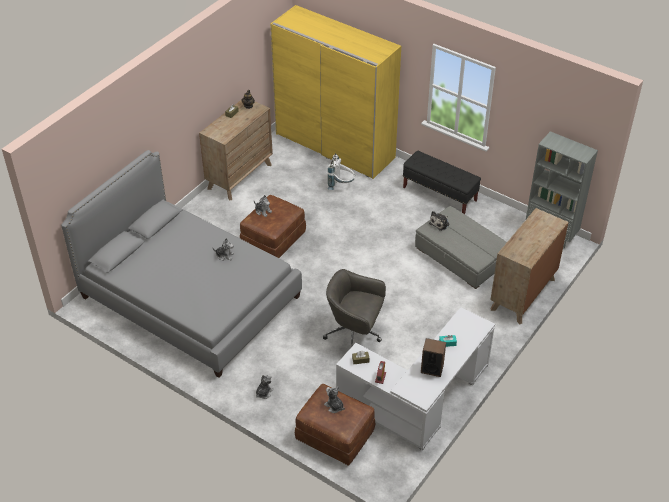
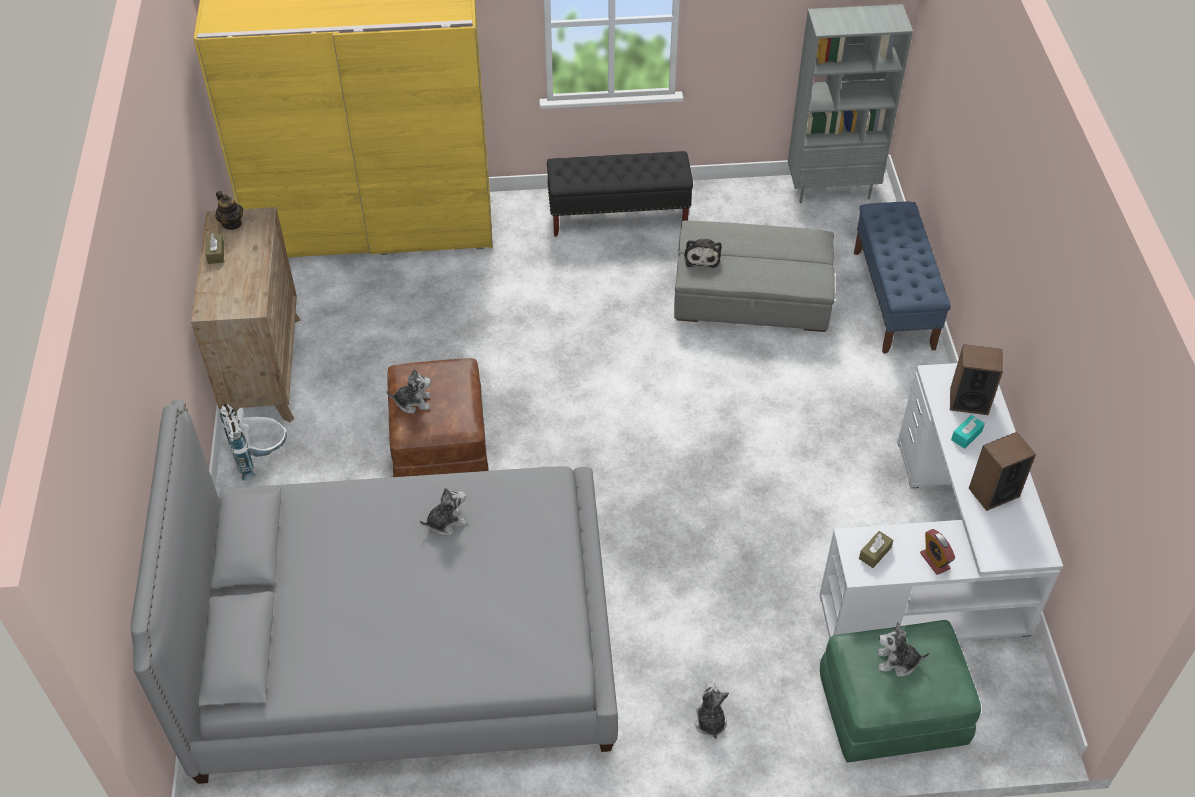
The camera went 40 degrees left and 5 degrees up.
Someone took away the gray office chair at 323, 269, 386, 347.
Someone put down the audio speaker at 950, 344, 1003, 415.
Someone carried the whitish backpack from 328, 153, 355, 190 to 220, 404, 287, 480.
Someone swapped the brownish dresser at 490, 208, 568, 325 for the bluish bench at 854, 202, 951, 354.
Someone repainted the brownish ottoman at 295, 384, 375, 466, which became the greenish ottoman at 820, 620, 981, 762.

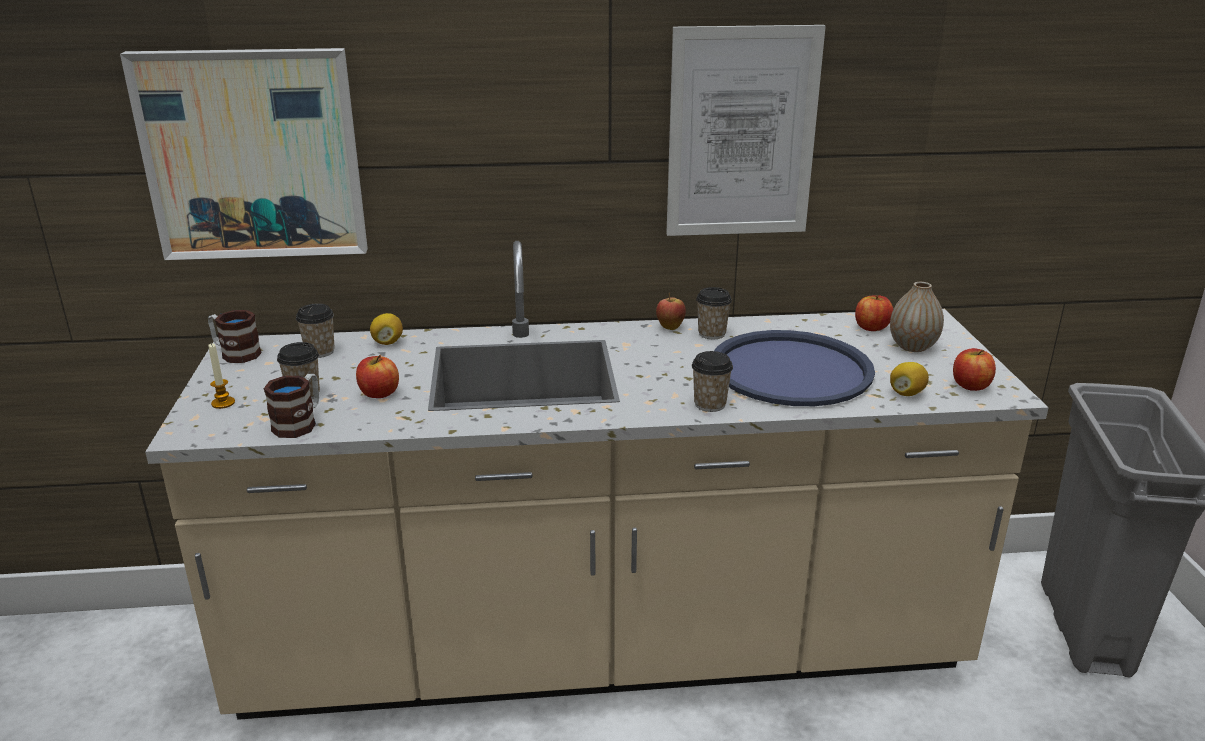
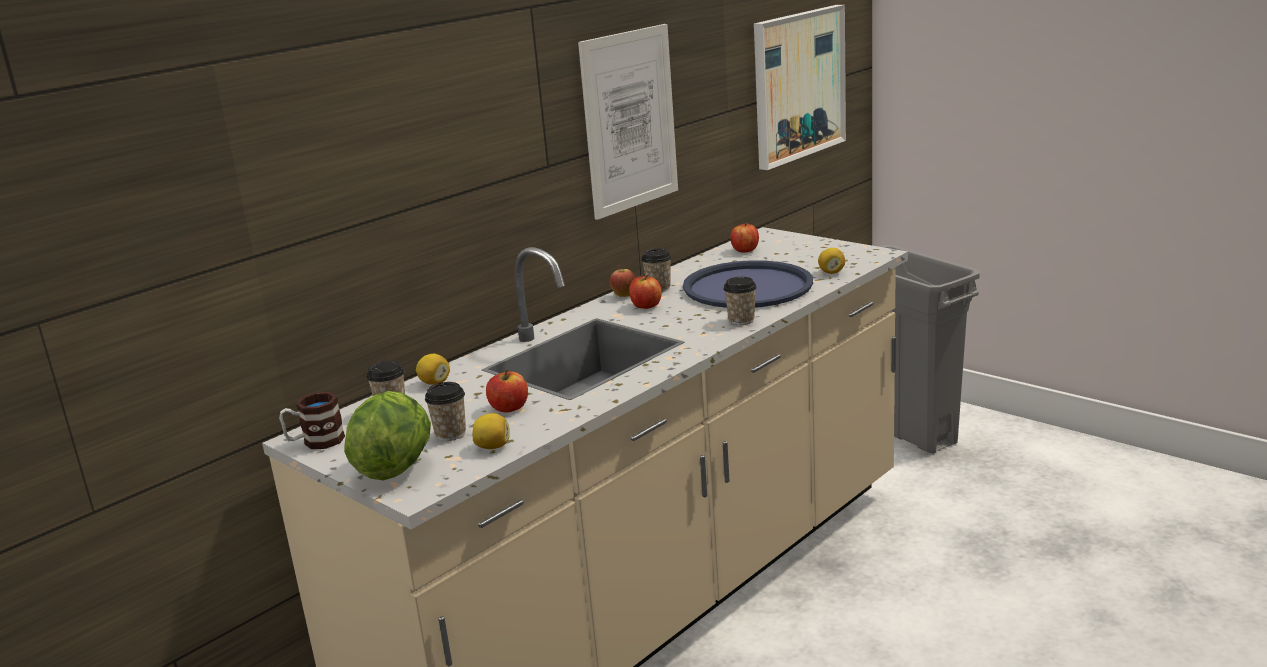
The camera went 40 degrees left and 5 degrees down.
Someone took away the decorative vase at 890, 282, 944, 352.
Someone carried the wall picture from 120, 48, 368, 260 to 754, 5, 846, 170.
Someone carried the apple from 953, 348, 996, 391 to 629, 275, 662, 309.
Someone swapped the wax candle at 208, 343, 235, 409 for the lettuce at 344, 391, 431, 481.
Someone swapped the tea mug at 264, 374, 319, 438 for the whole lemon at 473, 413, 510, 449.

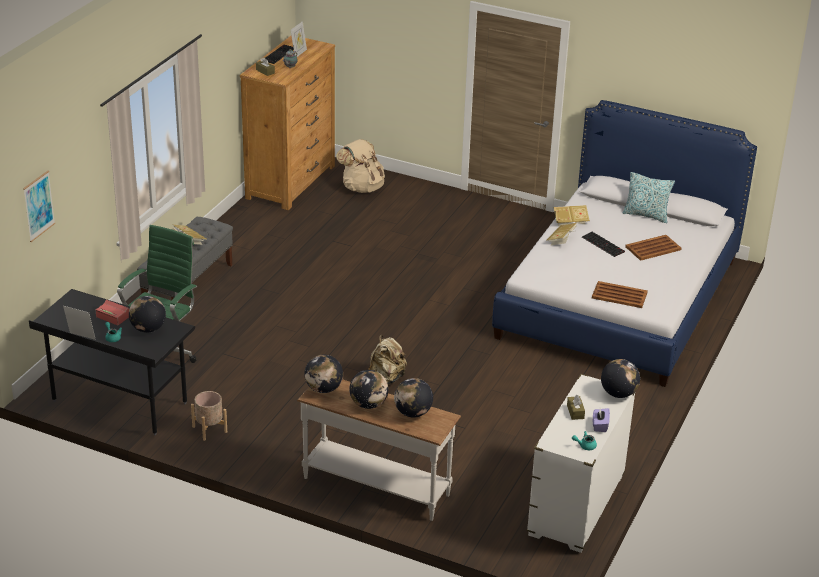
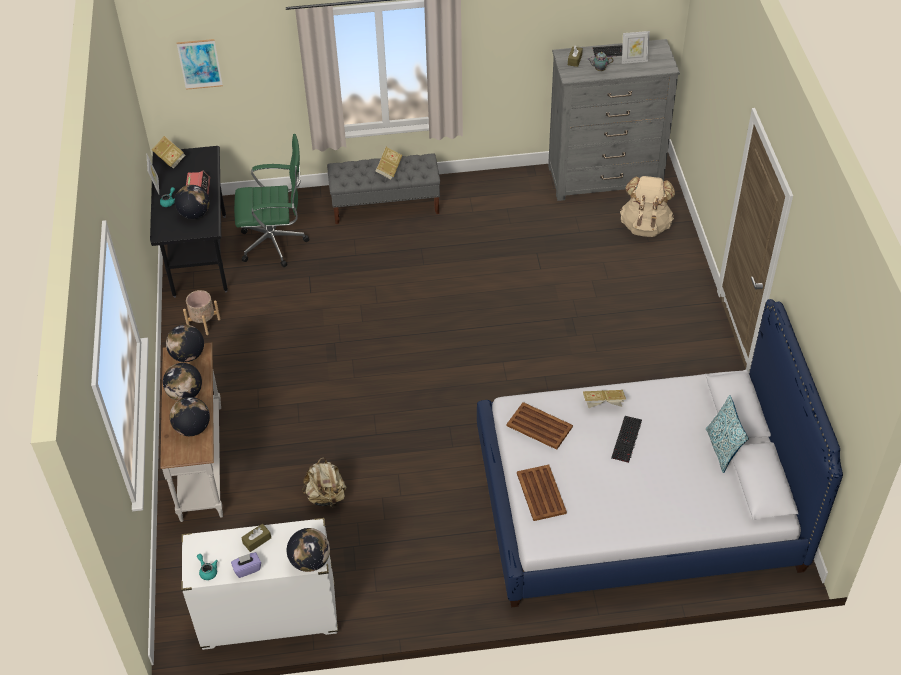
The camera went 60 degrees right and 15 degrees up.
Someone carried the beige backpack from 368, 335, 407, 384 to 302, 457, 347, 508.
Someone carried the bound book from 554, 205, 590, 226 to 152, 136, 185, 169.
Someone carried the brownish tray from 625, 235, 682, 261 to 507, 402, 573, 450.
Someone repainted the brownish dresser at 240, 36, 335, 210, which became the gray dresser at 548, 39, 680, 201.

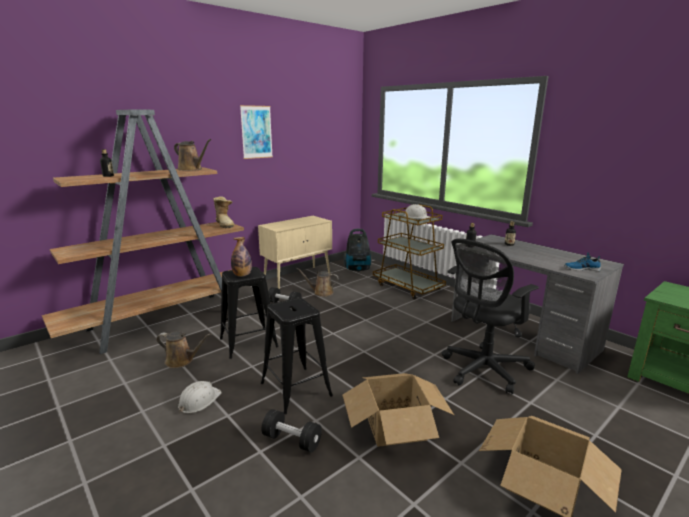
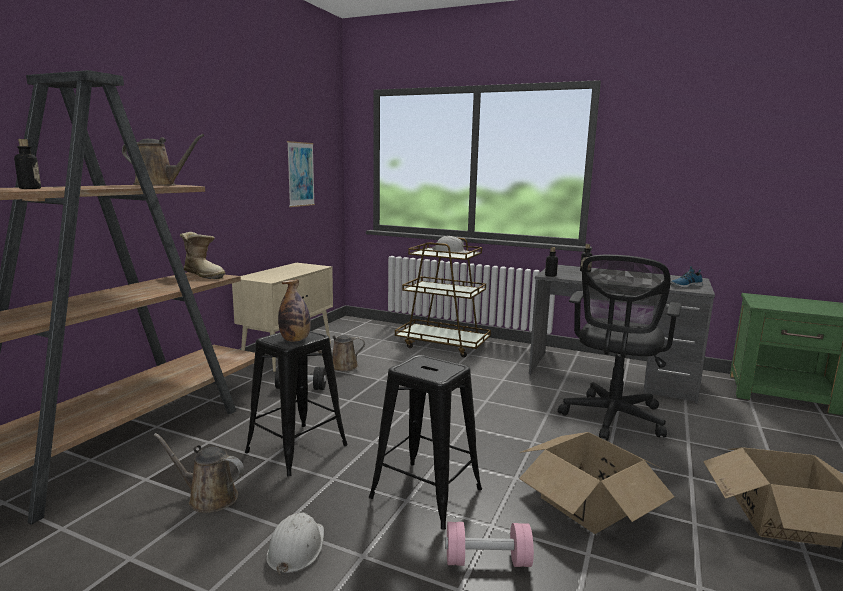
The camera went 25 degrees left and 5 degrees down.
Someone took away the vacuum at 343, 229, 372, 272.
Someone carried the wall picture from 240, 105, 273, 159 to 287, 141, 315, 207.
Someone repainted the black dumbbell at 262, 409, 322, 453, which became the pinkish dumbbell at 445, 522, 534, 567.
Someone rotated the brownish watering pot at 156, 331, 211, 368 by 150 degrees counterclockwise.

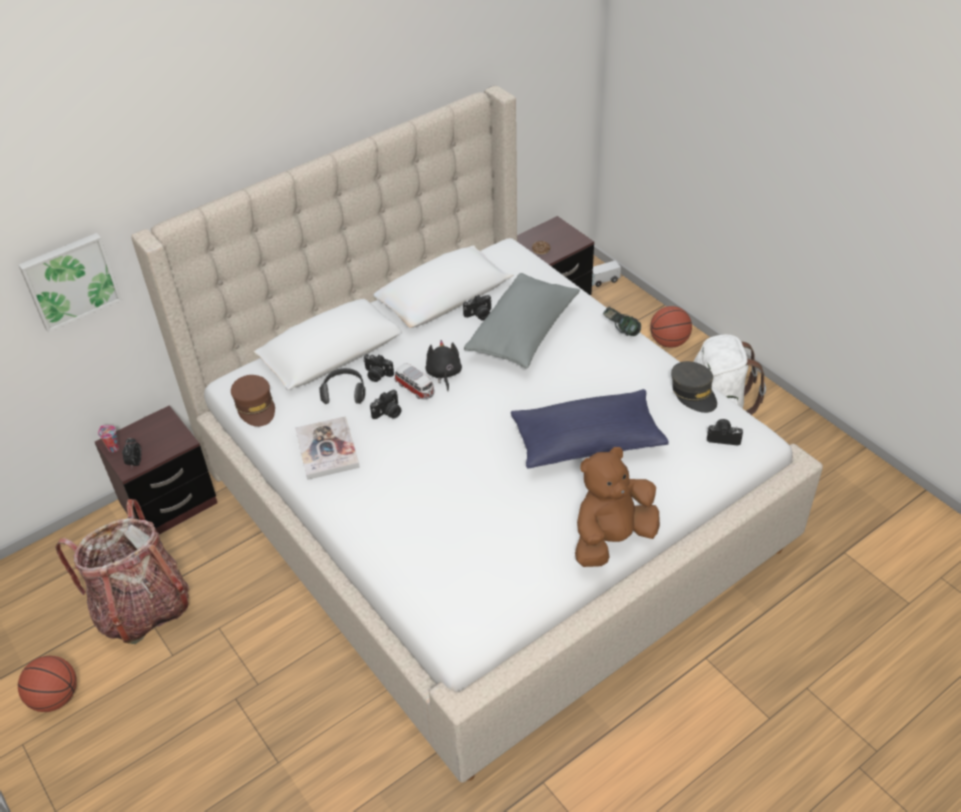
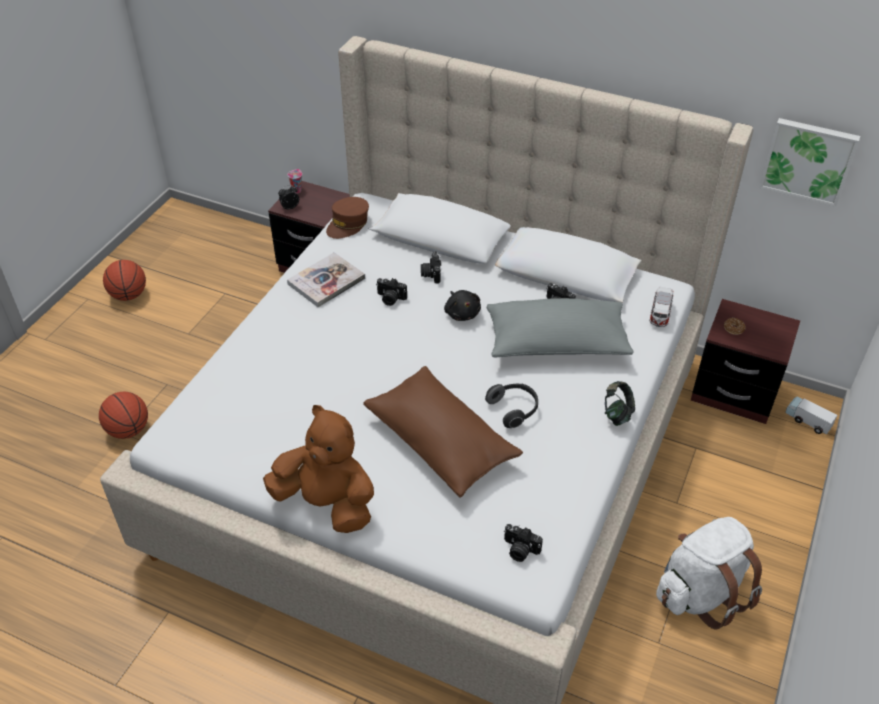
The camera went 60 degrees right and 0 degrees up.
Someone took away the backpack at 55, 499, 189, 644.
Someone took away the gray cap at 671, 361, 717, 413.
Someone carried the wall picture from 19, 233, 122, 333 to 759, 118, 860, 207.
Someone carried the headset from 319, 368, 366, 404 to 485, 384, 538, 428.
Someone carried the model car from 394, 363, 435, 400 to 649, 287, 674, 327.
Someone carried the basketball ball from 650, 306, 692, 348 to 99, 392, 148, 439.
Someone repainted the bluish cushion at 511, 389, 669, 469, which became the brownish cushion at 363, 366, 523, 497.
Someone rotated the black plush toy at 425, 340, 462, 391 by 105 degrees clockwise.
Someone rotated the photo camera at 707, 419, 743, 446 by 135 degrees clockwise.

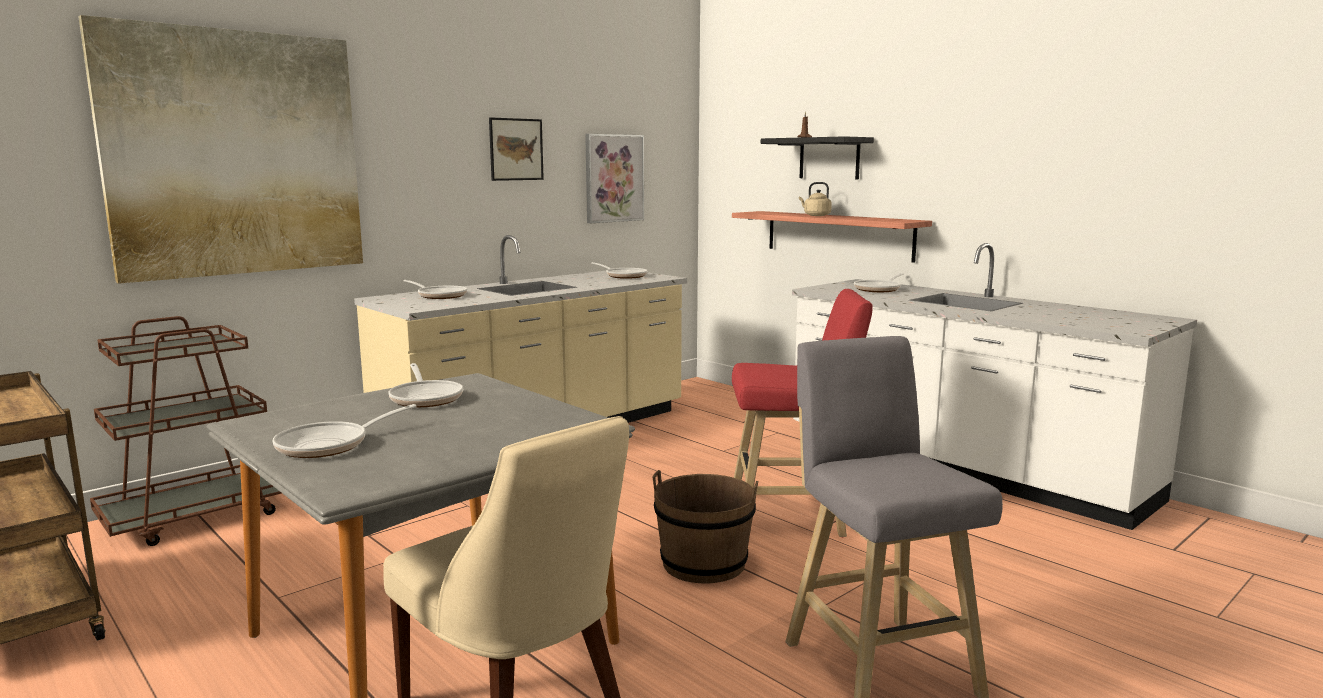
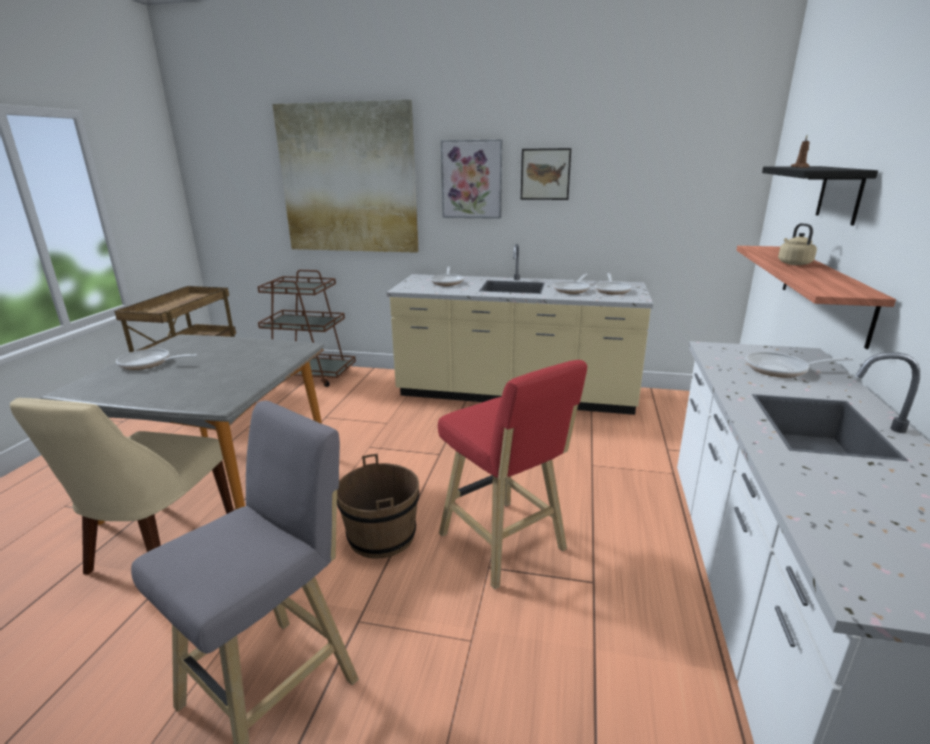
The camera went 55 degrees right and 10 degrees up.
Someone carried the skillet from 389, 363, 463, 407 to 553, 274, 589, 294.
Someone carried the wall picture from 585, 134, 644, 223 to 441, 139, 502, 219.

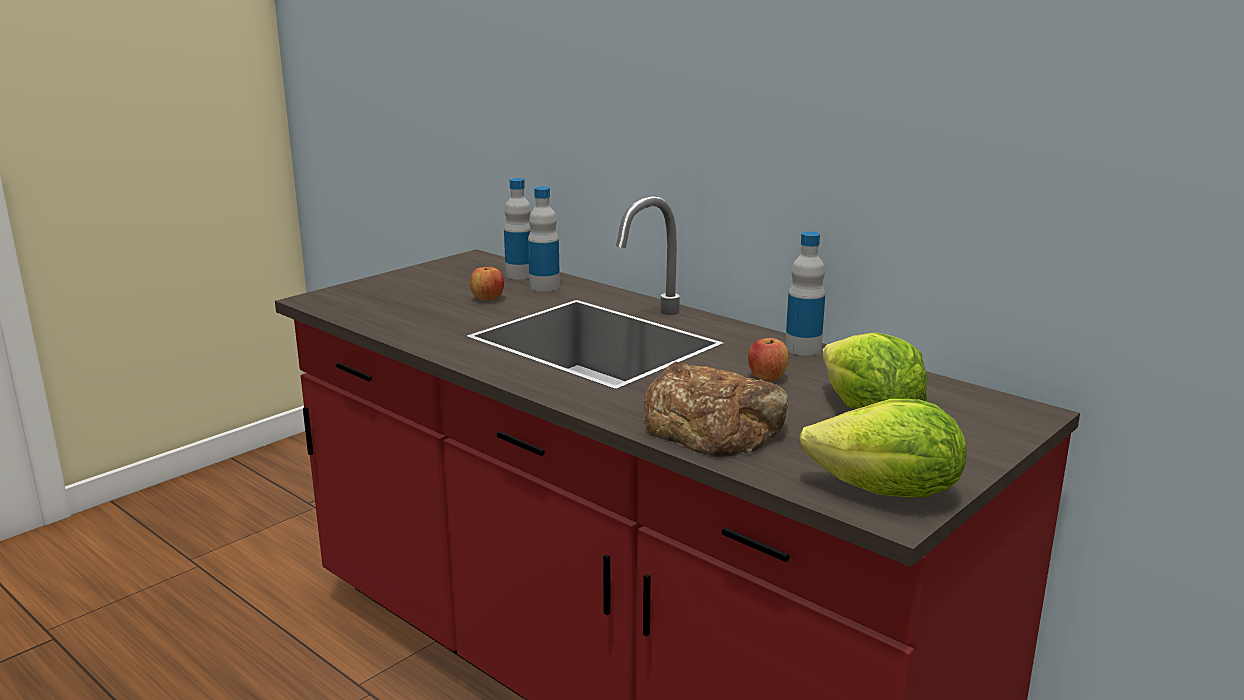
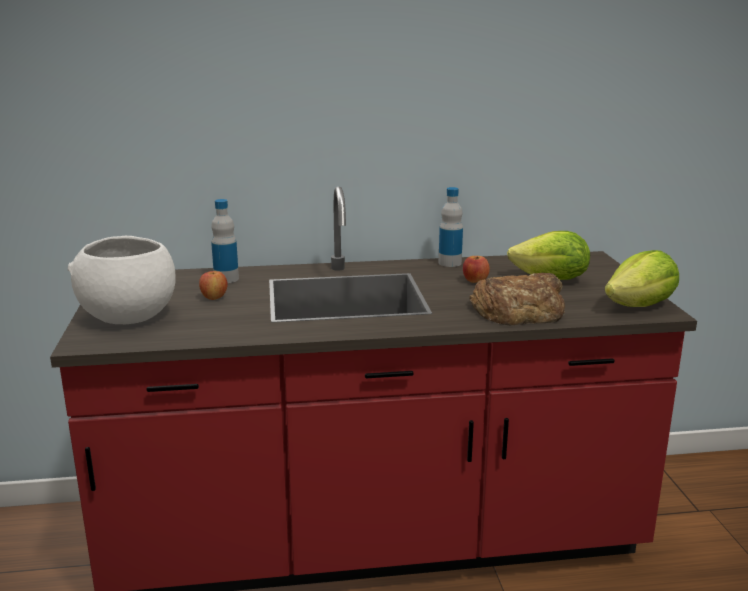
The camera went 50 degrees left and 0 degrees up.
Someone took away the beverage bottle at 504, 178, 532, 279.
Someone put down the whitish serving bowl at 68, 236, 175, 324.

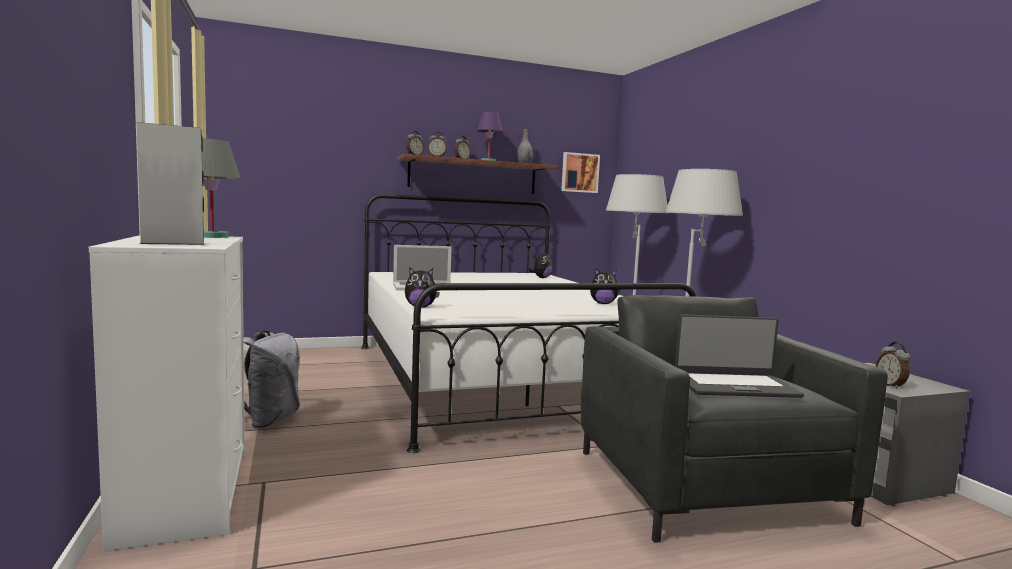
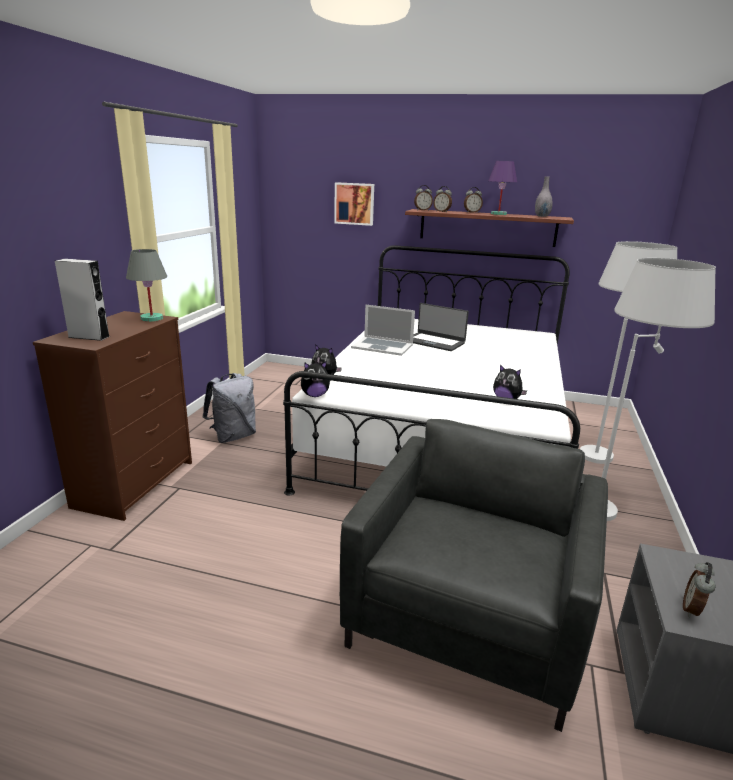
The camera went 35 degrees right and 15 degrees up.
Someone carried the plush toy from 529, 252, 553, 278 to 301, 361, 330, 397.
Someone carried the wall picture from 561, 152, 600, 193 to 334, 182, 374, 226.
Someone carried the portable computer from 675, 314, 804, 398 to 413, 303, 469, 351.
Someone repainted the whitish dresser at 89, 235, 245, 551, which became the brownish dresser at 33, 311, 192, 521.

